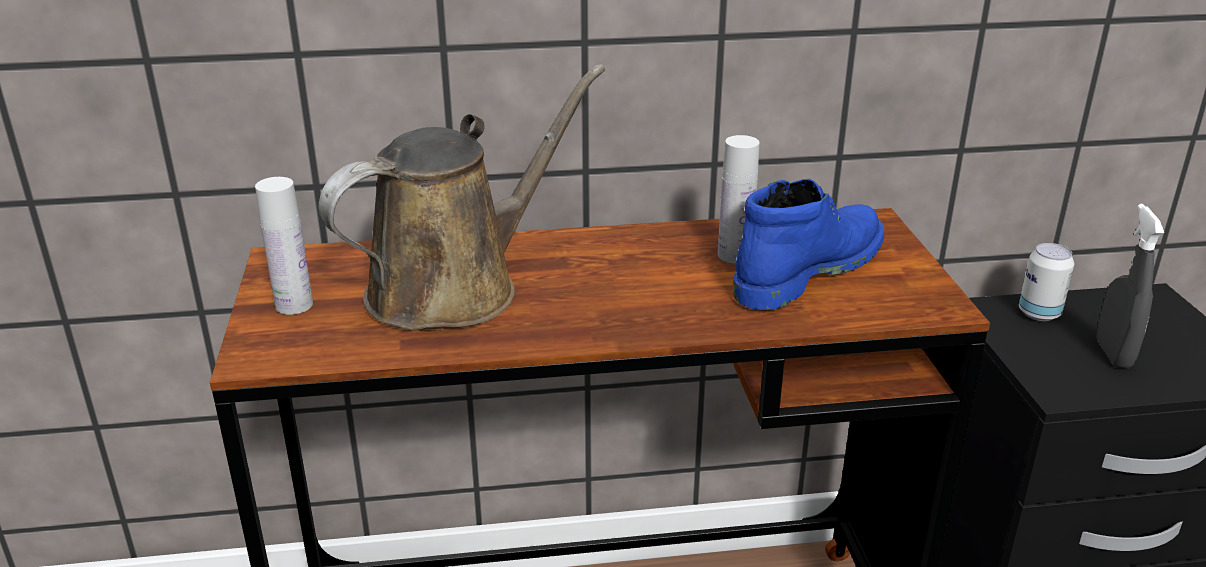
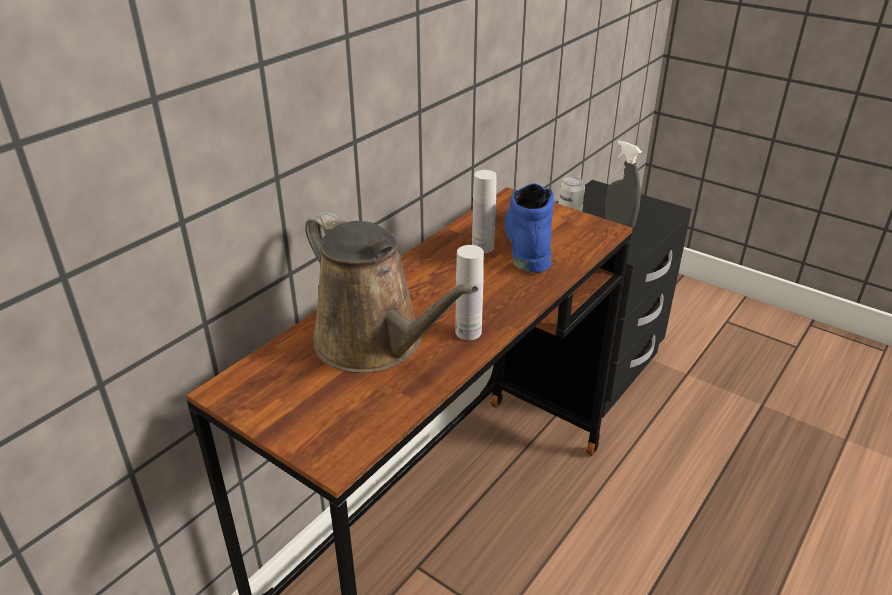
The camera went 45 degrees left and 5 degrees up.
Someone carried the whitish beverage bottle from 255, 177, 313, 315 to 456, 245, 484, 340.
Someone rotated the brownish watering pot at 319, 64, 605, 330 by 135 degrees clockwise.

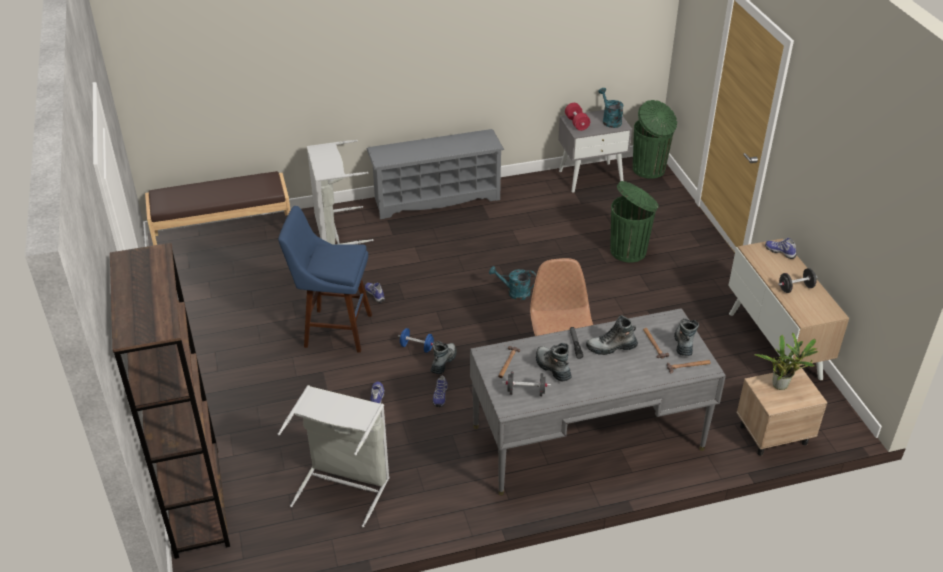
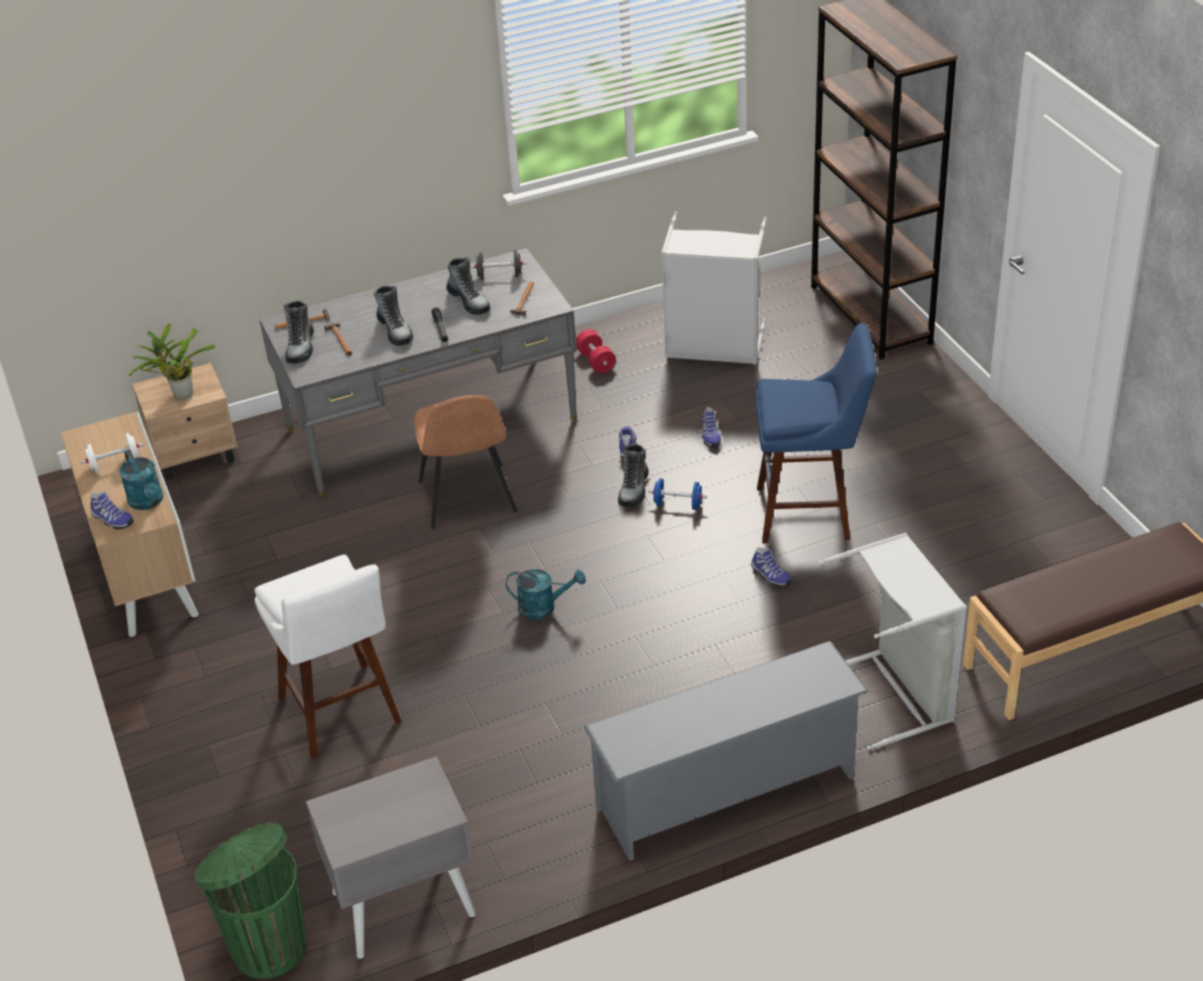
The camera went 175 degrees right and 0 degrees up.
Someone carried the red-coloured dumbbell from 565, 103, 590, 131 to 576, 329, 616, 373.
Someone carried the turquoise watering pot from 598, 88, 624, 128 to 119, 449, 163, 510.
Someone swapped the greenish trash can at 610, 181, 659, 263 for the whitish stool at 255, 555, 402, 759.
Someone repainted the black dumbbell at 778, 268, 817, 293, which became the whitish dumbbell at 81, 433, 144, 473.
Someone rotated the boot at 586, 315, 638, 355 by 75 degrees clockwise.

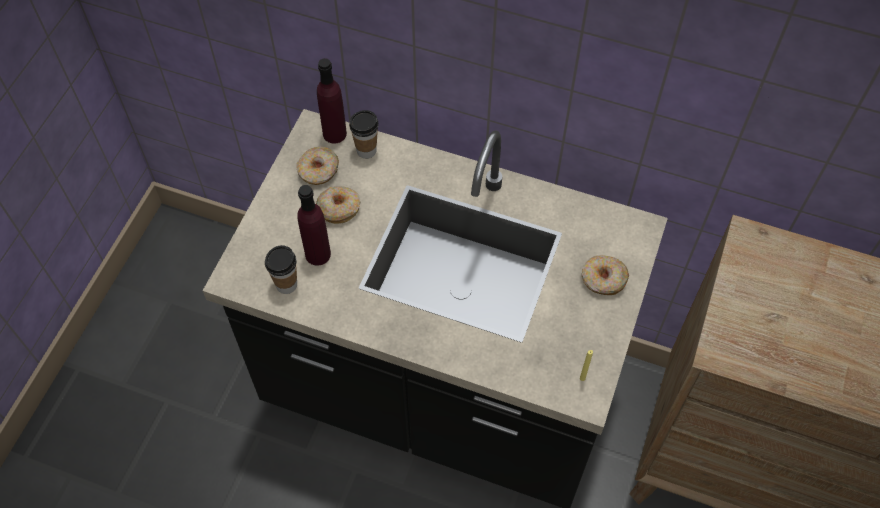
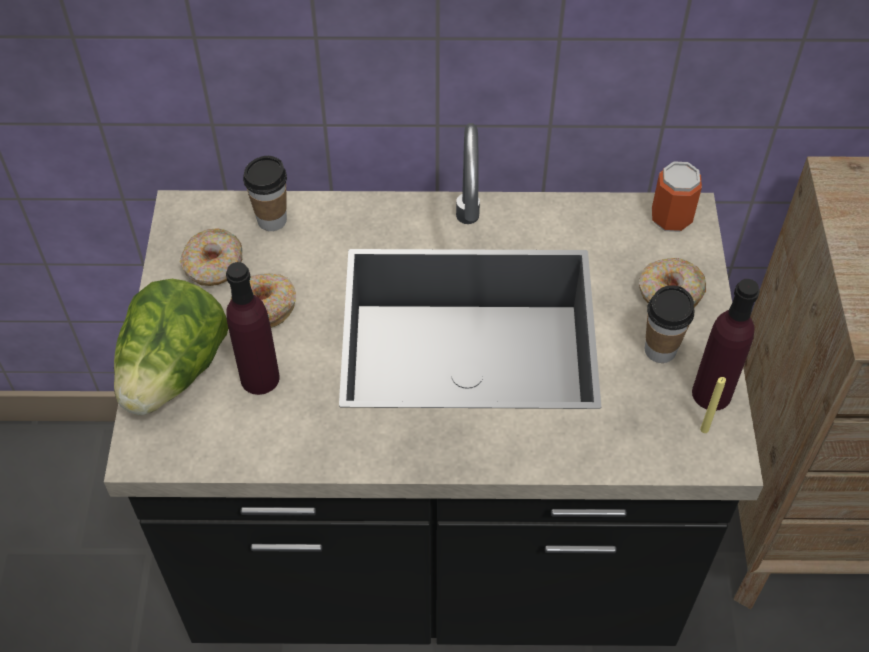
The camera went 20 degrees left and 5 degrees down.
Someone put down the lettuce at 114, 279, 228, 415.
Someone put down the metal can at 652, 161, 702, 232.
Someone carried the cup from 265, 245, 297, 294 to 645, 285, 694, 363.
Someone carried the purple beverage bottle from 317, 58, 347, 144 to 692, 279, 760, 411.

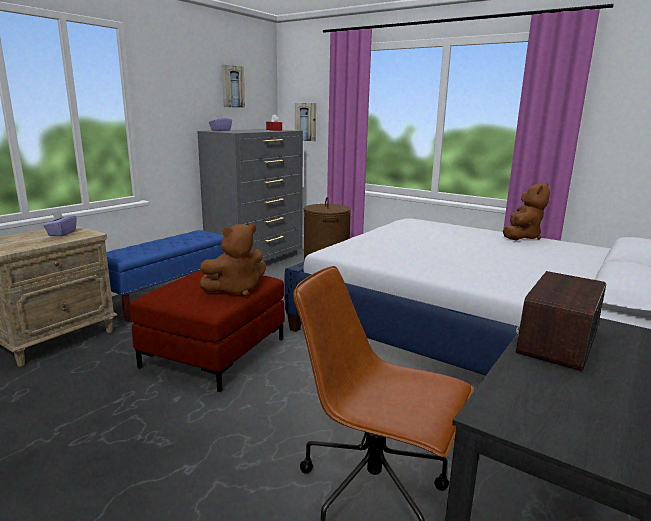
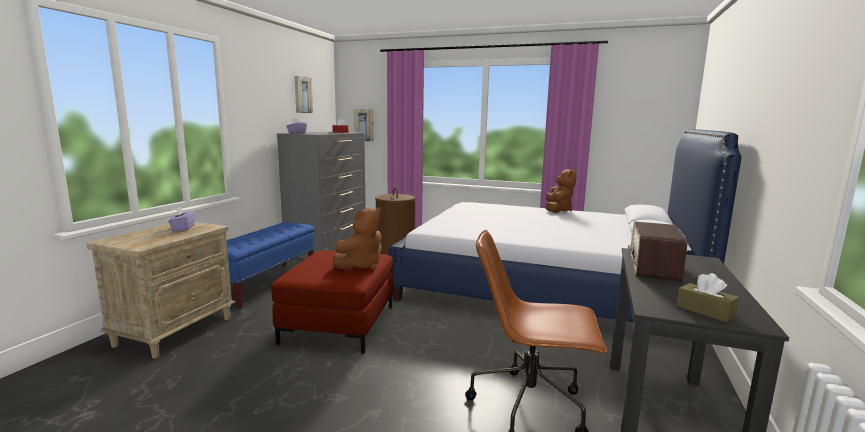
The camera went 15 degrees left and 5 degrees down.
Someone put down the brownish tissue holder at 676, 273, 739, 322.

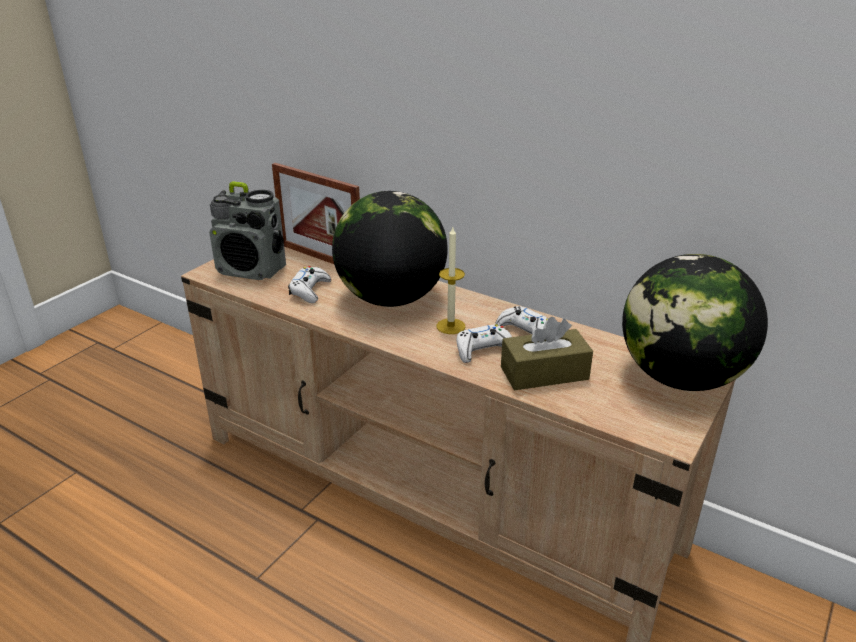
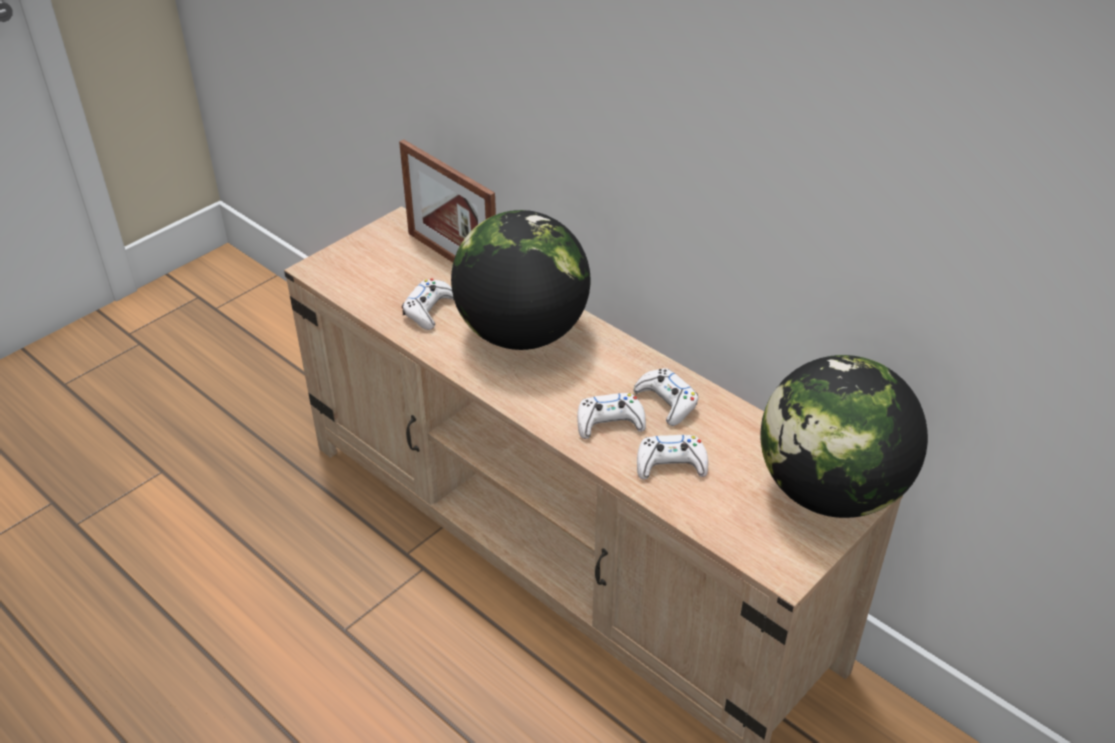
The camera went 10 degrees right and 10 degrees up.
Someone took away the radio set at 209, 181, 286, 280.
Someone took away the wax candle at 436, 227, 466, 334.
Someone swapped the brownish tissue holder at 501, 317, 593, 390 for the whitish gamepad at 637, 435, 708, 480.

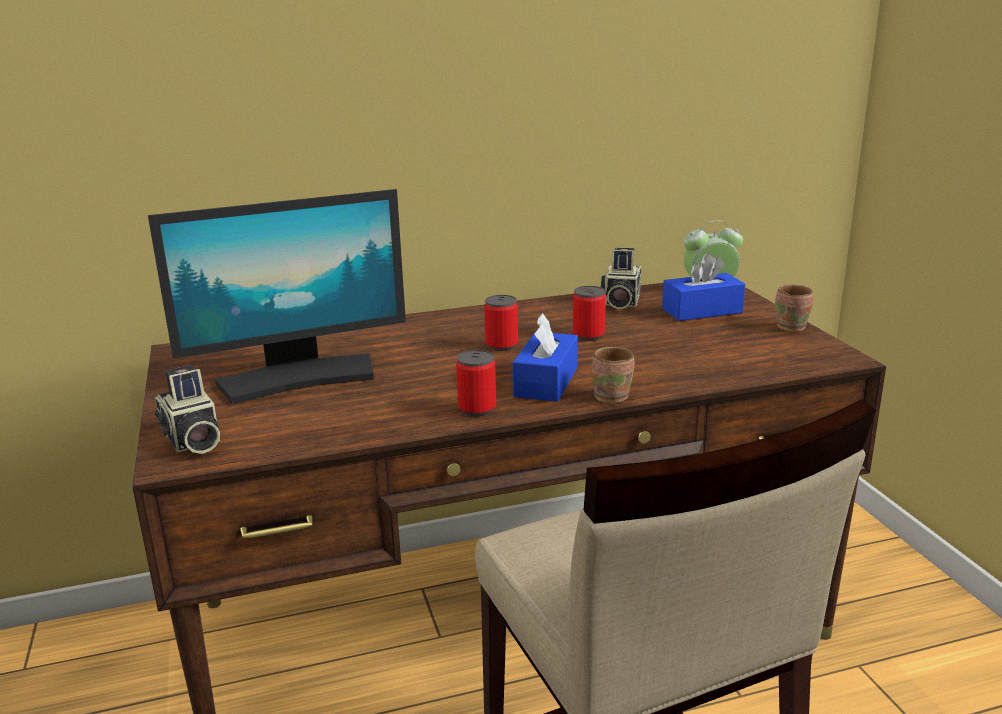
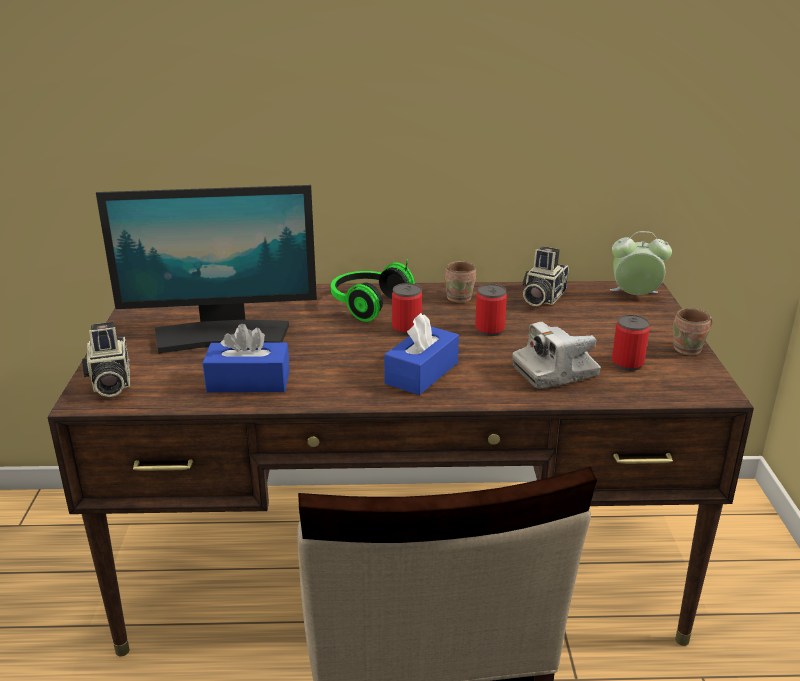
The camera went 15 degrees right and 5 degrees up.
Someone put down the headset at 331, 259, 415, 322.
Someone put down the photo camera at 512, 322, 601, 389.
Someone carried the metal can from 456, 350, 496, 417 to 612, 315, 650, 371.
Someone carried the brownish tea mug from 592, 347, 634, 403 to 445, 261, 476, 303.
Someone carried the bluish tissue holder from 662, 253, 745, 321 to 203, 324, 289, 393.

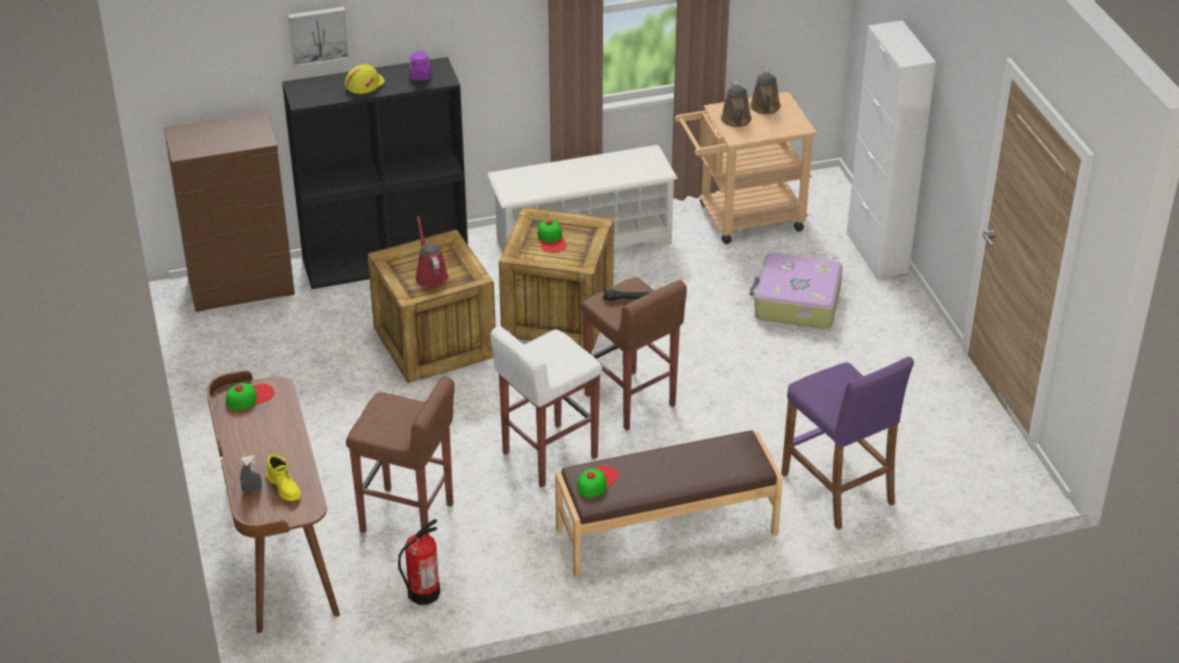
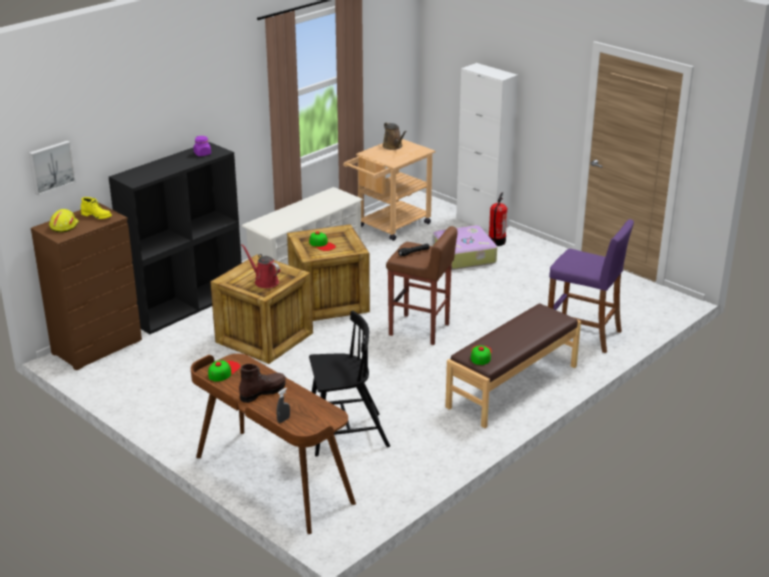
The camera went 30 degrees left and 10 degrees down.
Someone took away the whitish stool at 490, 326, 602, 488.
Someone took away the brownish watering pot at 721, 81, 752, 127.
Someone put down the brownish boot at 239, 364, 286, 403.
Someone carried the yellow boot from 267, 455, 301, 501 to 81, 197, 112, 219.
Someone carried the wall picture from 288, 7, 350, 67 to 29, 141, 76, 195.
Someone carried the yellow hard hat from 345, 64, 385, 96 to 49, 209, 79, 233.
Someone carried the extinguisher from 398, 519, 440, 605 to 489, 192, 507, 246.
Someone swapped the brownish stool at 346, 376, 455, 535 for the black upright chair at 309, 311, 390, 457.

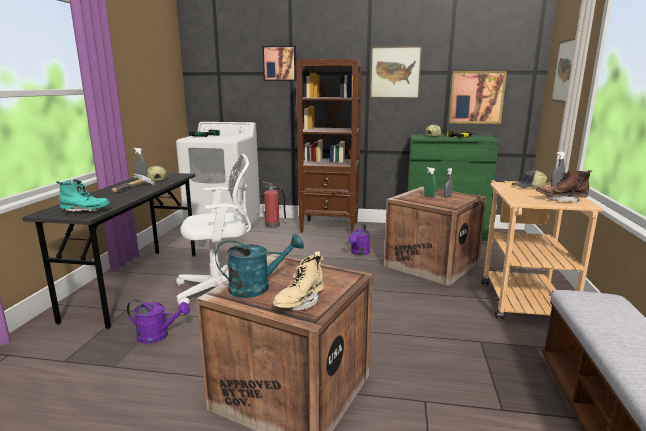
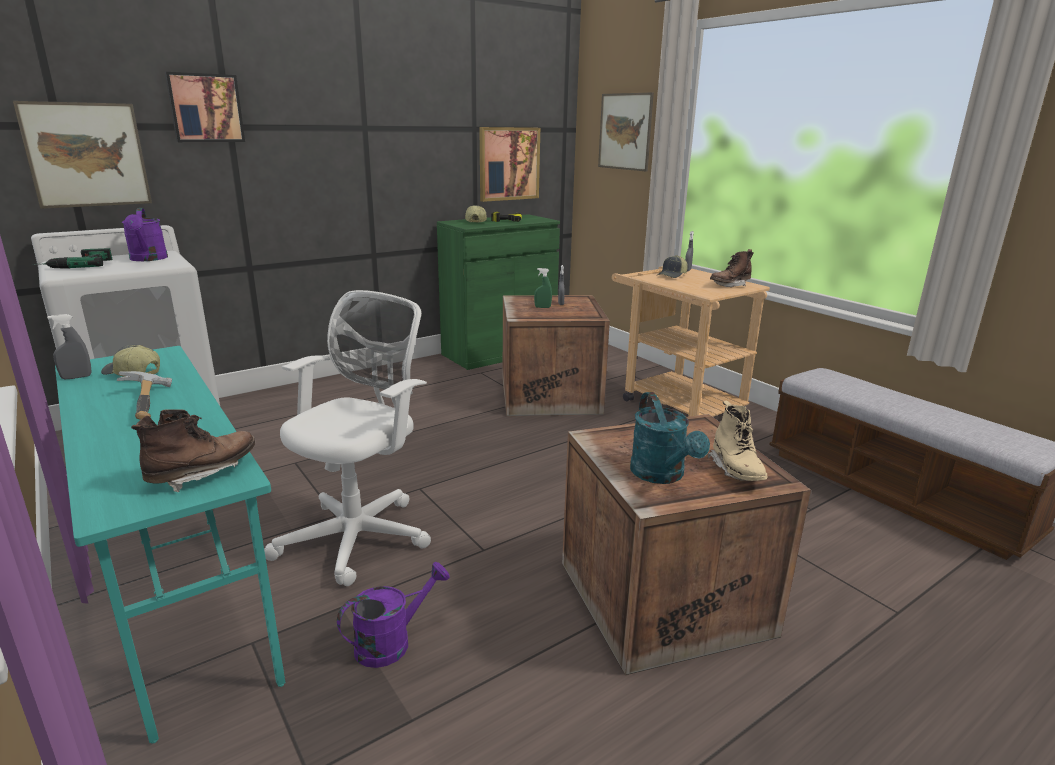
The camera went 45 degrees left and 5 degrees up.
Someone took away the extinguisher at 263, 181, 287, 228.
Someone took away the brownish bookshelf at 296, 59, 362, 234.
Someone carried the purple watering pot from 348, 224, 370, 255 to 122, 208, 168, 261.
Someone carried the wall picture from 370, 46, 422, 99 to 13, 101, 152, 209.
Someone repainted the gray desk at 22, 173, 196, 329, which became the turquoise desk at 55, 346, 285, 744.
Someone repainted the turquoise boot at 56, 179, 110, 214, which became the brownish boot at 131, 409, 255, 493.
Someone rotated the turquoise watering pot at 215, 234, 304, 298 by 135 degrees clockwise.

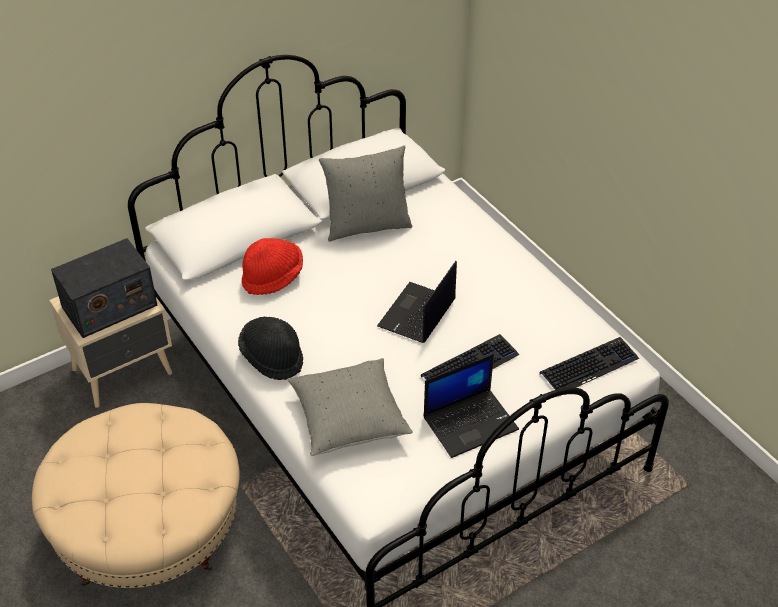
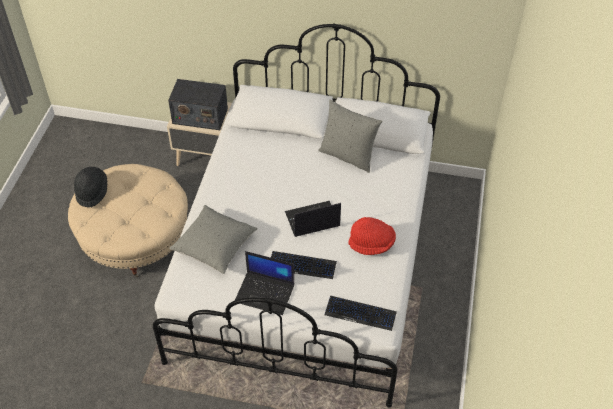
The camera went 45 degrees right and 5 degrees up.
Someone carried the black wearable hat from 238, 317, 303, 380 to 74, 167, 107, 207.
Someone carried the red-coloured wearable hat from 242, 238, 303, 295 to 348, 217, 396, 255.

